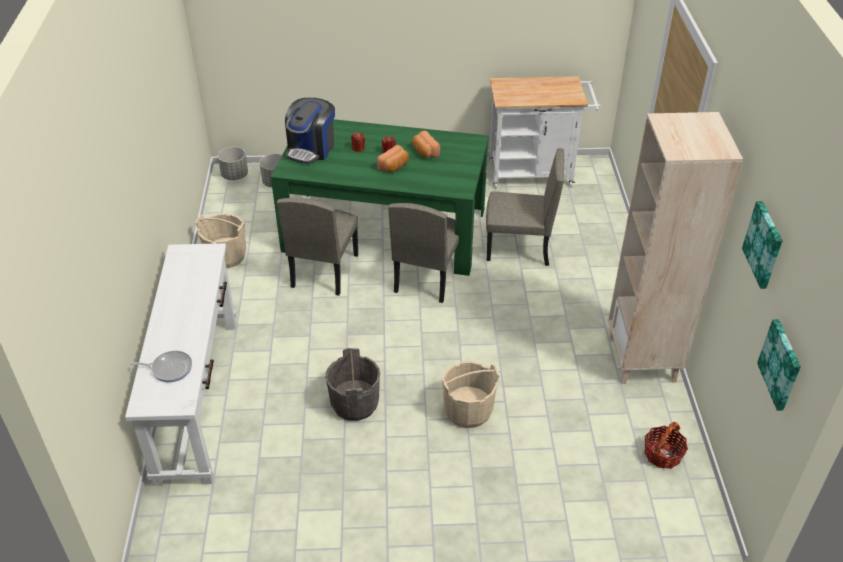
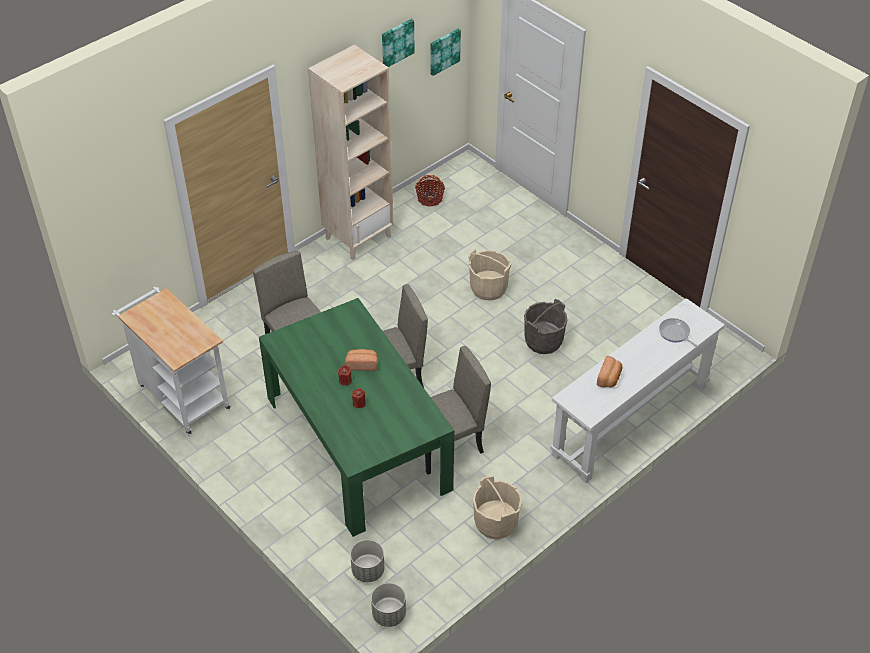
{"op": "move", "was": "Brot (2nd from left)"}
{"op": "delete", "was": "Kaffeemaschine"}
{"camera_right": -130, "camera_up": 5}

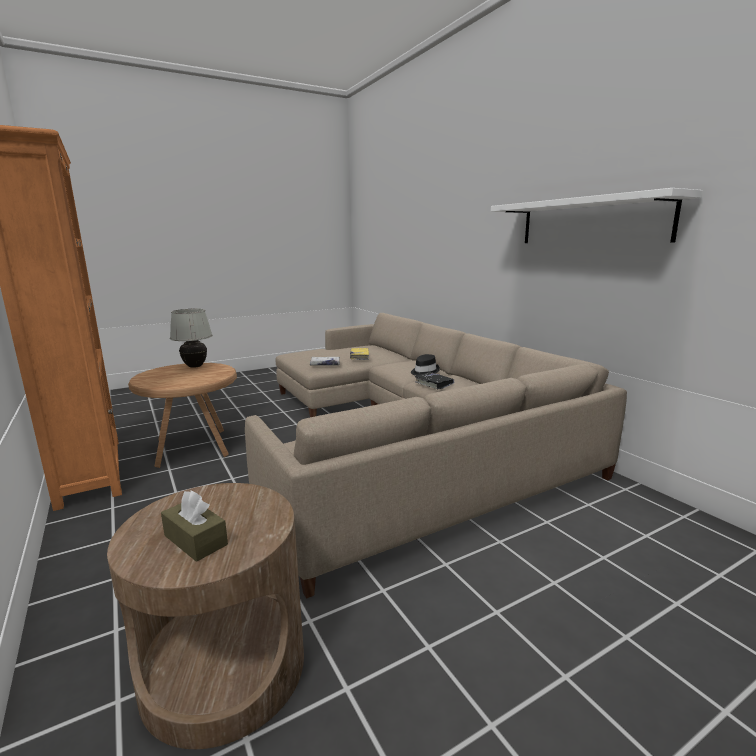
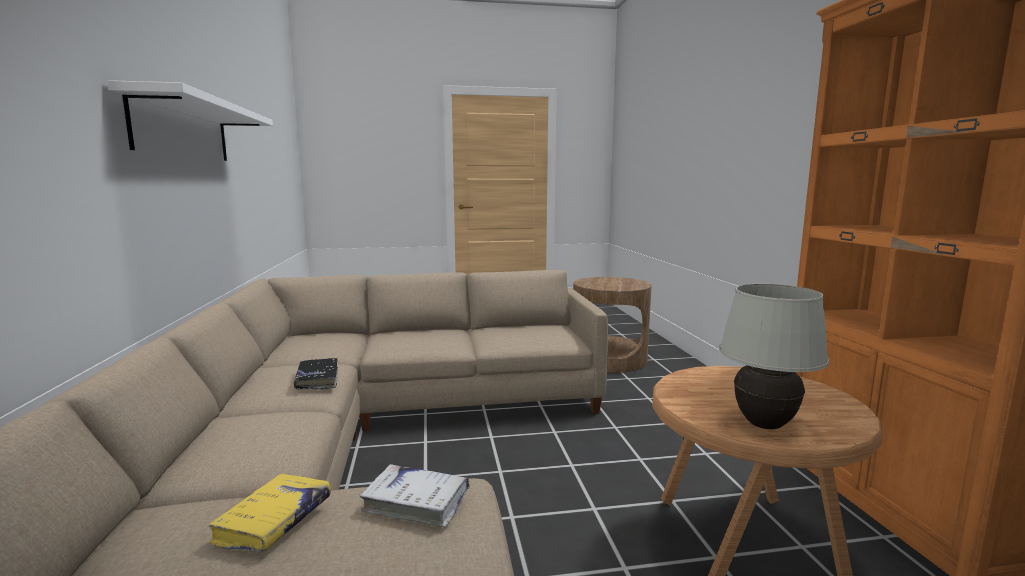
{"op": "delete", "was": "Taschentuchbox/braun"}
{"op": "delete", "was": "Hut/schwarz"}
{"camera_right": -160, "camera_up": -5}

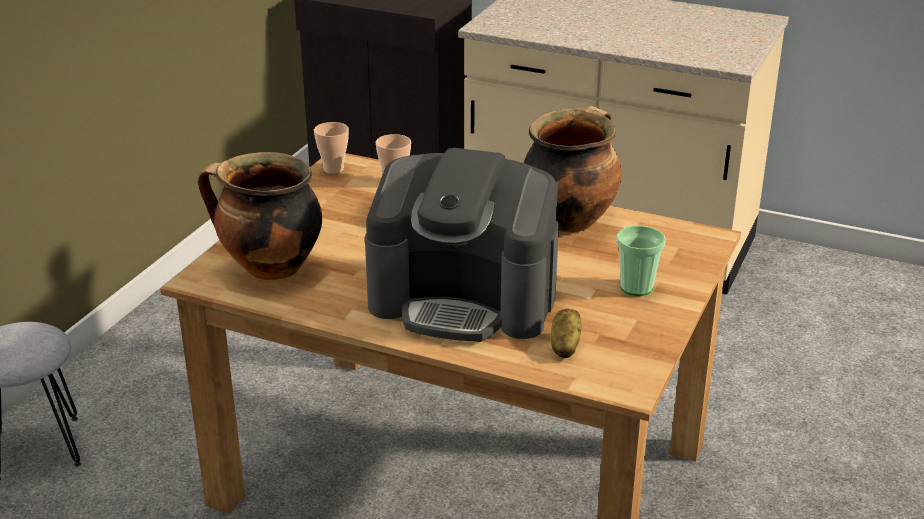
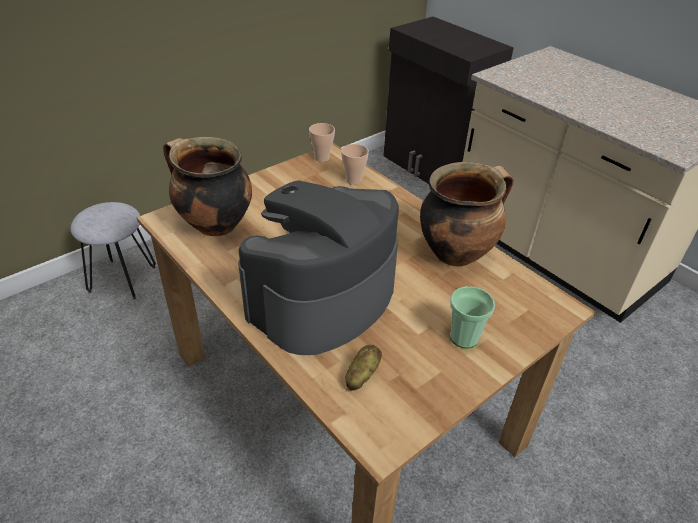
{"op": "rotate", "was": "Kaffeemaschine", "clockwise": 90}
{"camera_right": 25, "camera_up": 10}

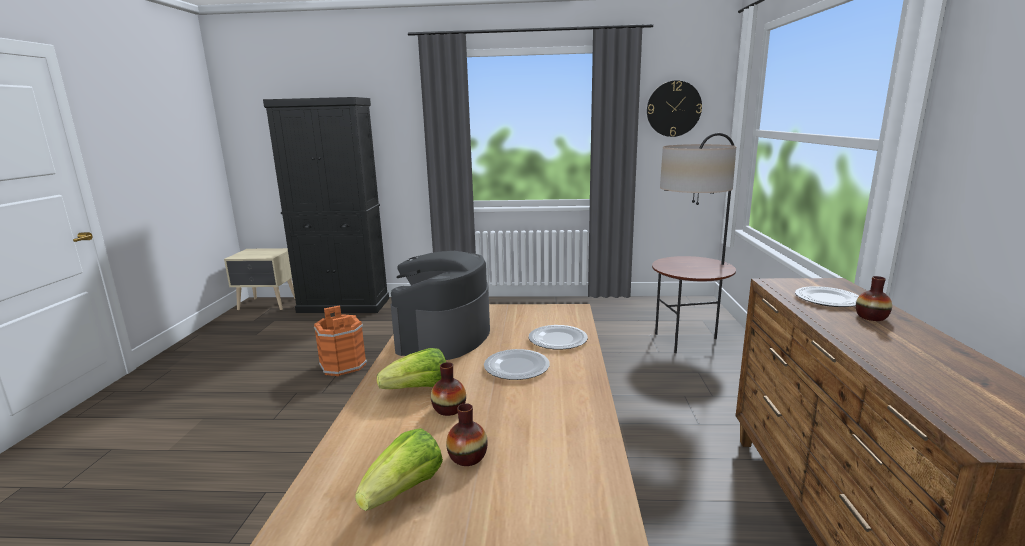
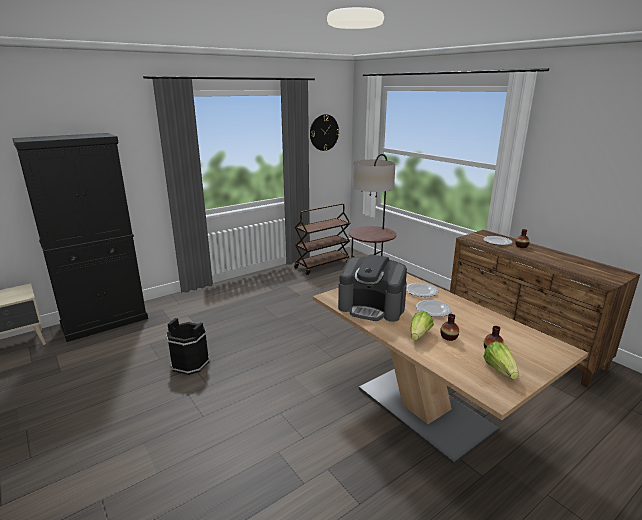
{"op": "recolor", "was": "Eimer/orange", "now": "Eimer/schwarz"}
{"op": "insert", "now": "Rollwagen/braun"}
{"op": "rotate", "was": "Kaffeemaschine", "clockwise": -45}
{"camera_right": -40, "camera_up": 5}

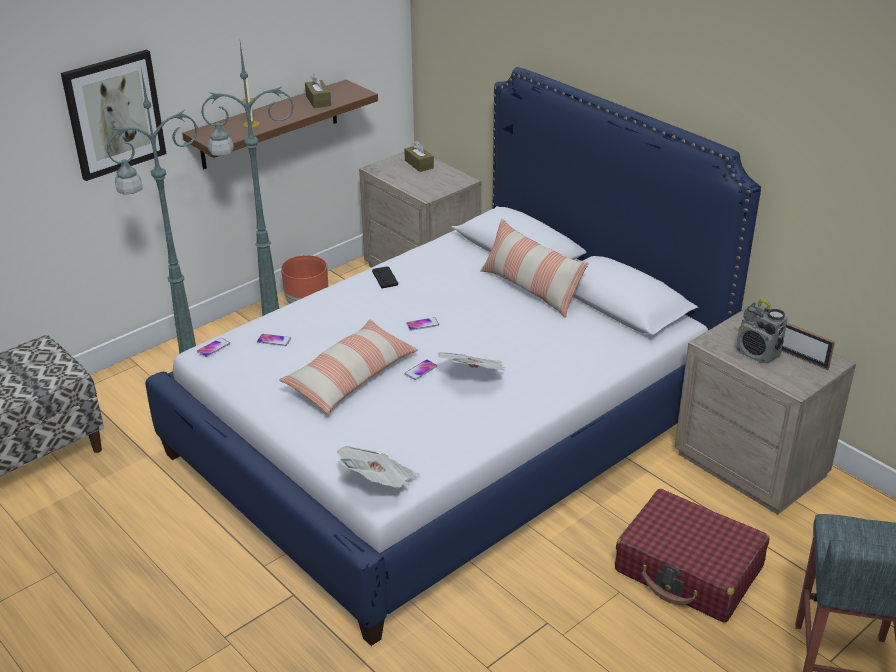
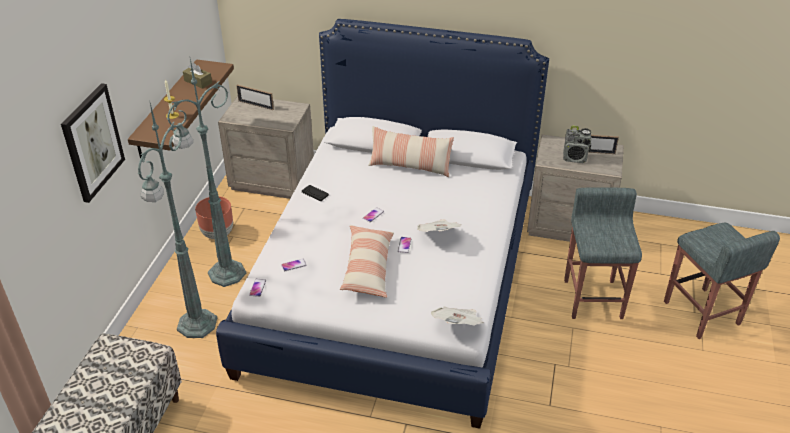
{"op": "replace", "was": "Taschentuchbox/braun (2nd from left)", "now": "Bilderrahmen (1st from left)"}
{"op": "replace", "was": "Koffer/rot", "now": "Hocker/grau (1st from left)"}
{"camera_right": -35, "camera_up": 5}

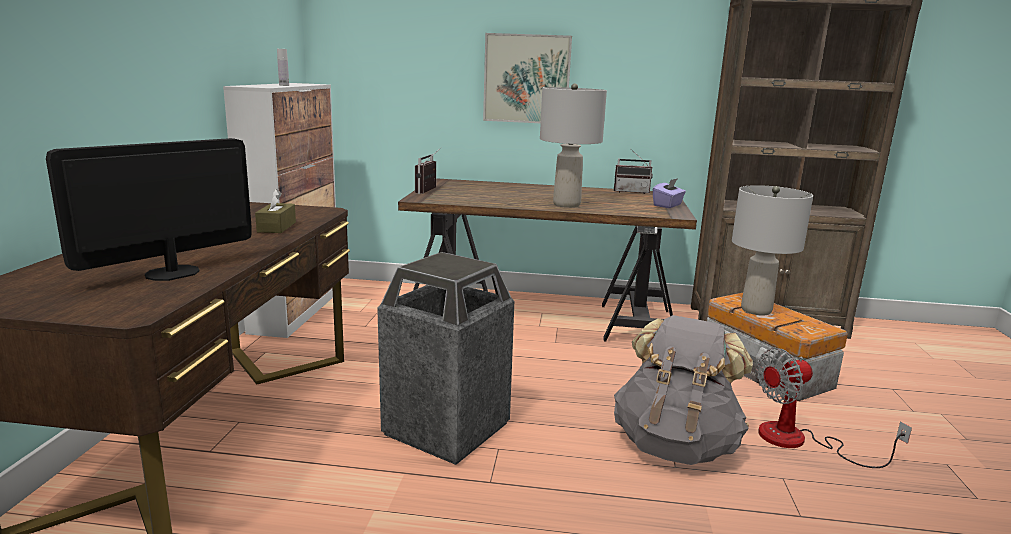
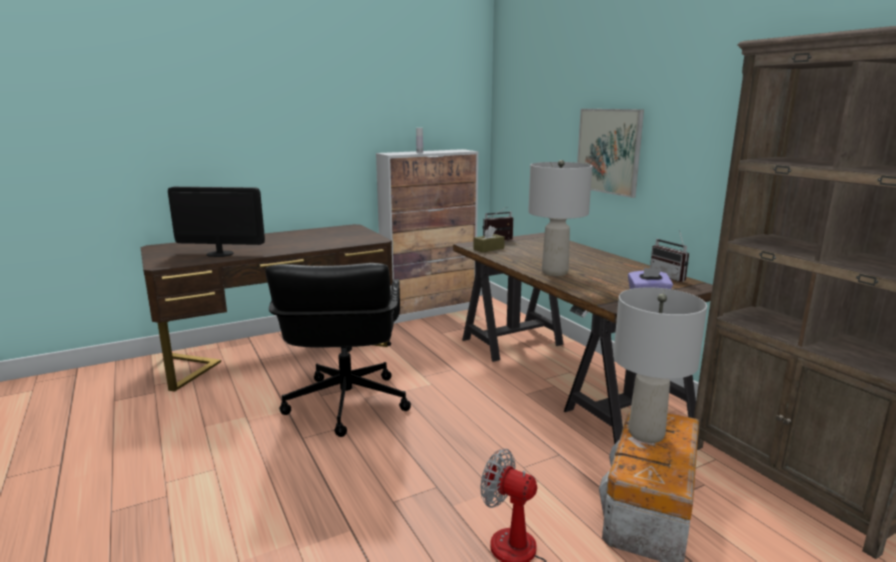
{"op": "replace", "was": "Mülleimer", "now": "Bürostuhl/schwarz"}
{"op": "move", "was": "Taschentuchbox/braun"}
{"op": "delete", "was": "Rucksack/grau"}
{"camera_right": 55, "camera_up": 0}

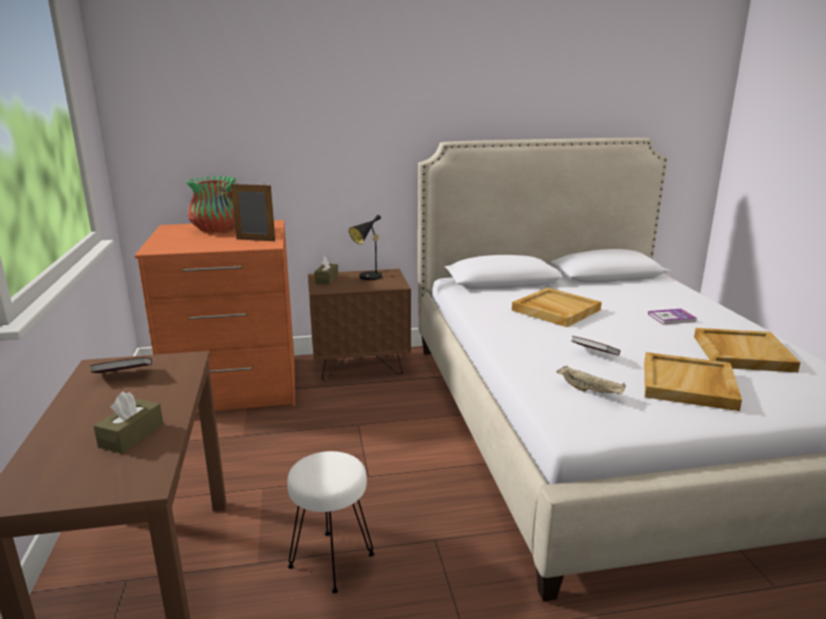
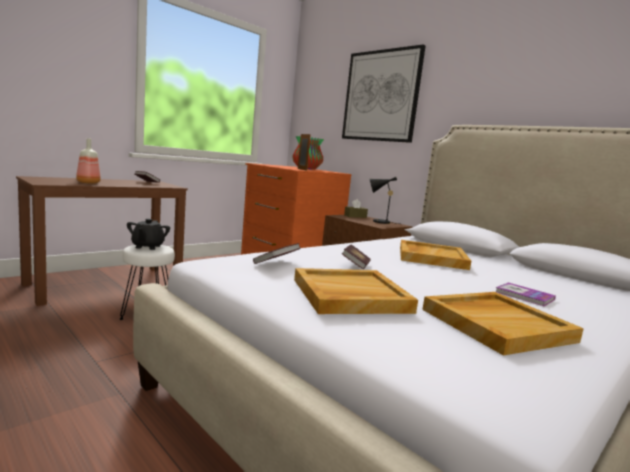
{"op": "replace", "was": "Taschentuchbox/braun (1st from left)", "now": "Flasche"}
{"op": "insert", "now": "Teekanne/schwarz"}
{"op": "replace", "was": "Tablett/beige (2nd from left)", "now": "Buch (2nd from left)"}
{"op": "insert", "now": "Bild"}
{"camera_right": 55, "camera_up": -10}

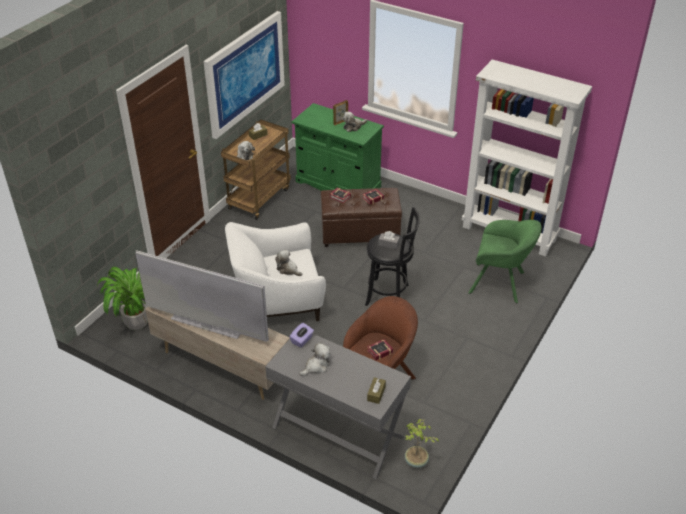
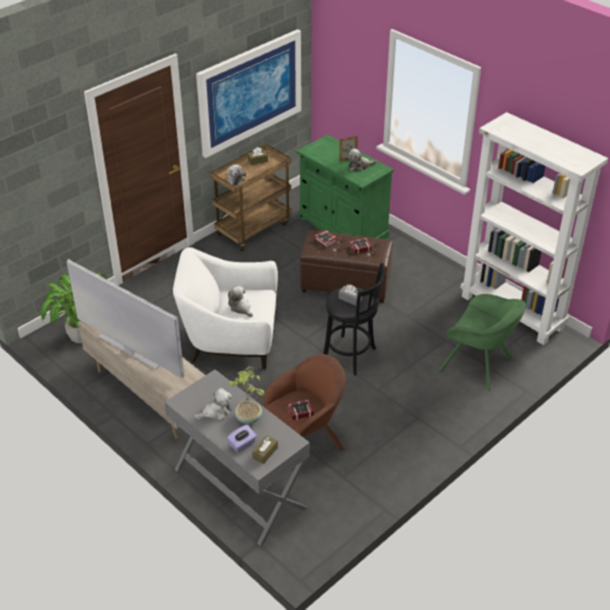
{"op": "move", "was": "Taschentuchbox/lila"}
{"op": "move", "was": "Topfpflanze (2nd from left)"}
{"camera_right": 15, "camera_up": 0}

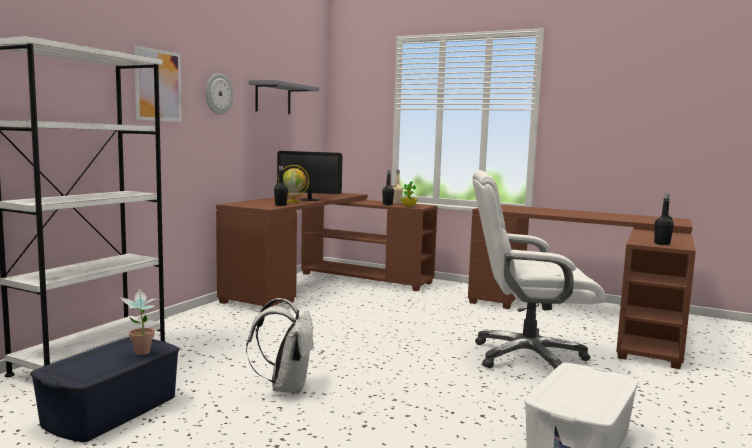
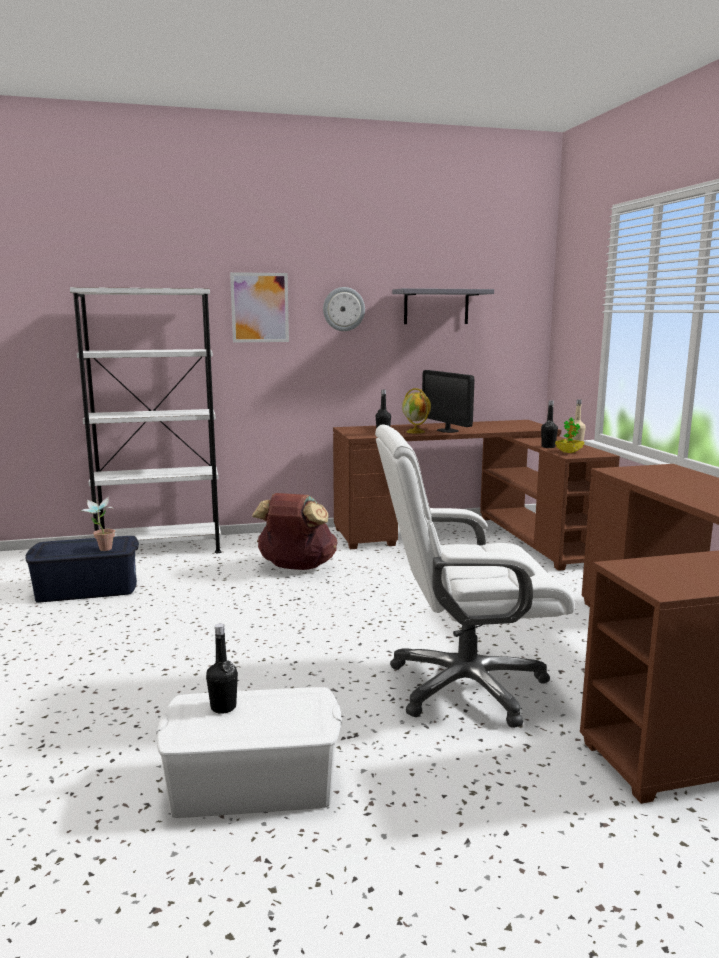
{"op": "move", "was": "Flasche/schwarz (3rd from left in the first image)", "now": "Flasche/schwarz (1st from left)"}
{"op": "insert", "now": "Rucksack/braun"}
{"op": "rotate", "was": "Bürostuhl/weiß", "clockwise": -60}
{"op": "delete", "was": "Rucksack/weiß"}
{"camera_right": 50, "camera_up": 5}

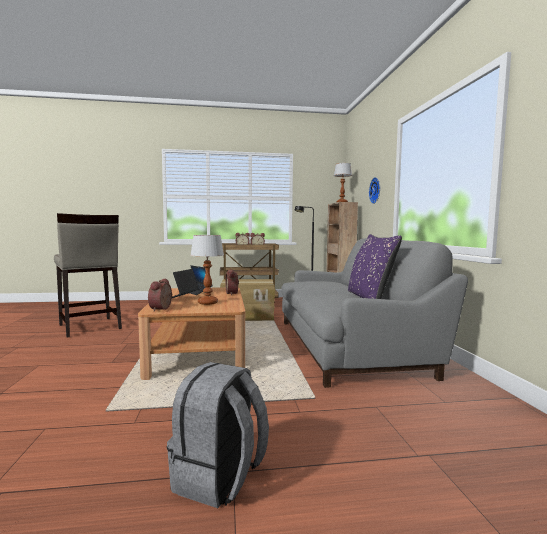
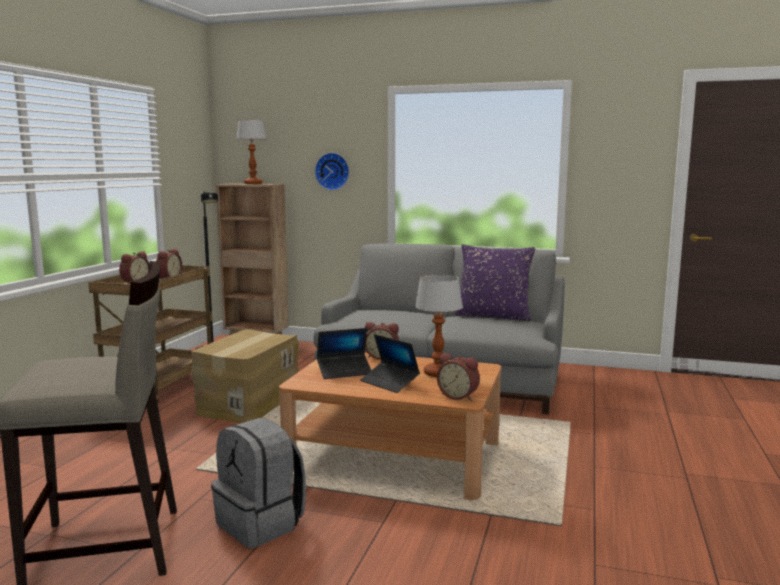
{"op": "move", "was": "Rucksack/grau"}
{"camera_right": -65, "camera_up": 5}

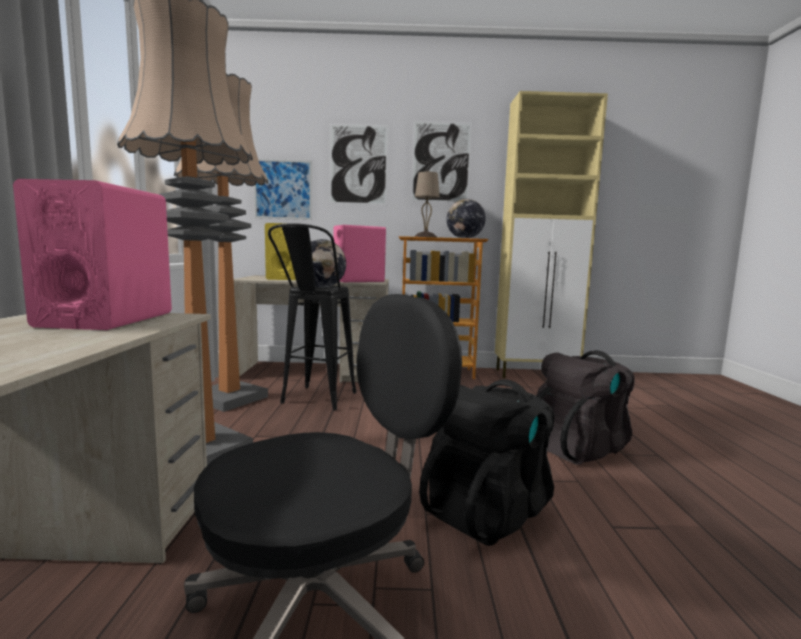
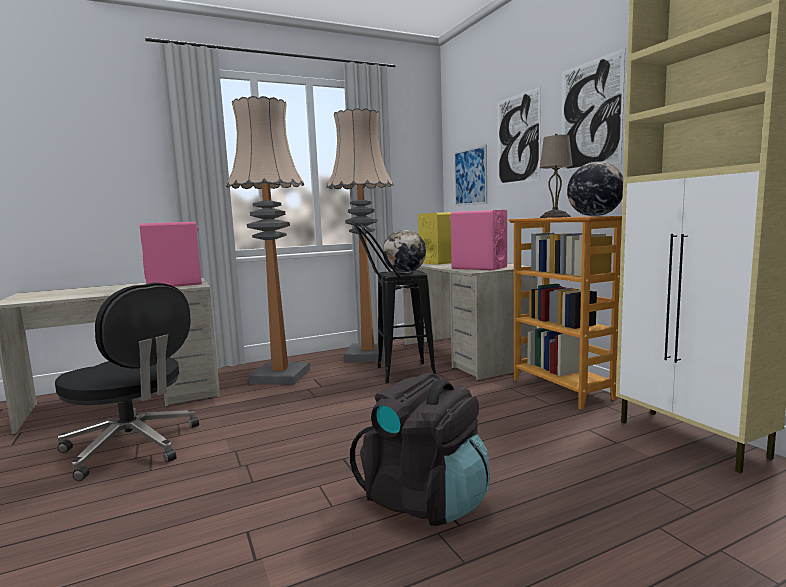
{"op": "delete", "was": "Rucksack/schwarz (1st from left)"}
{"camera_right": 65, "camera_up": 0}

